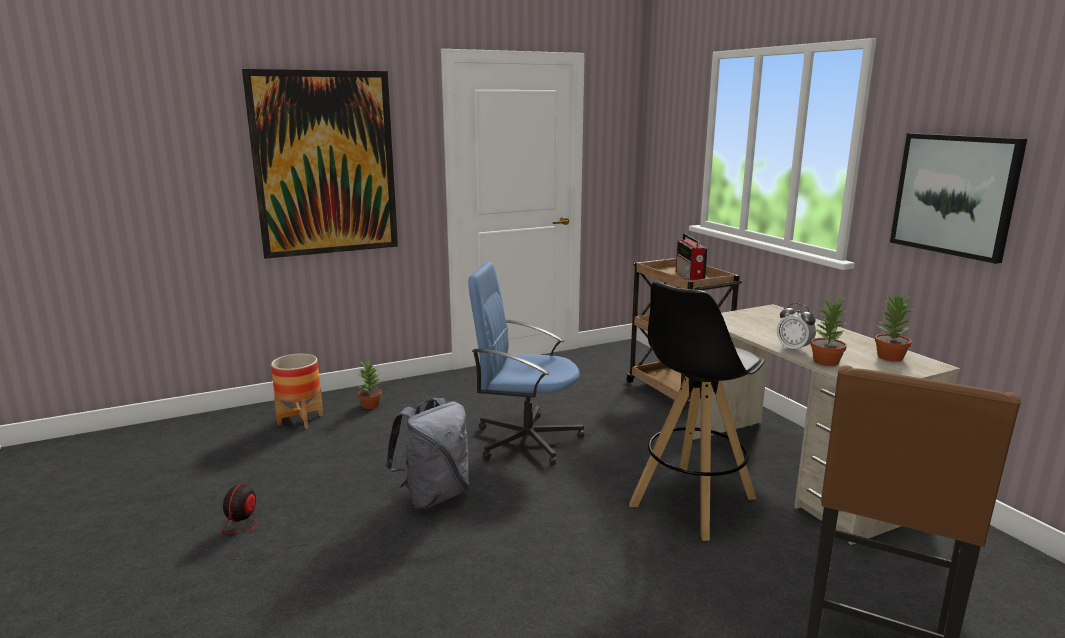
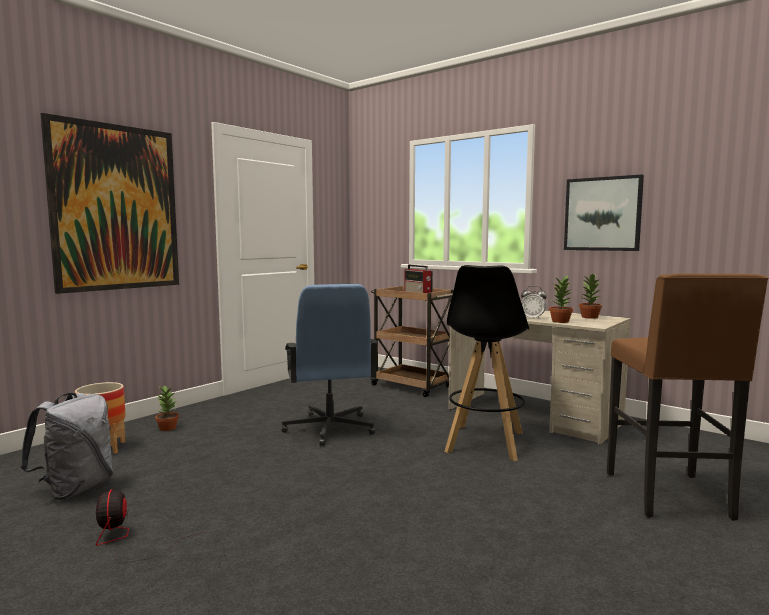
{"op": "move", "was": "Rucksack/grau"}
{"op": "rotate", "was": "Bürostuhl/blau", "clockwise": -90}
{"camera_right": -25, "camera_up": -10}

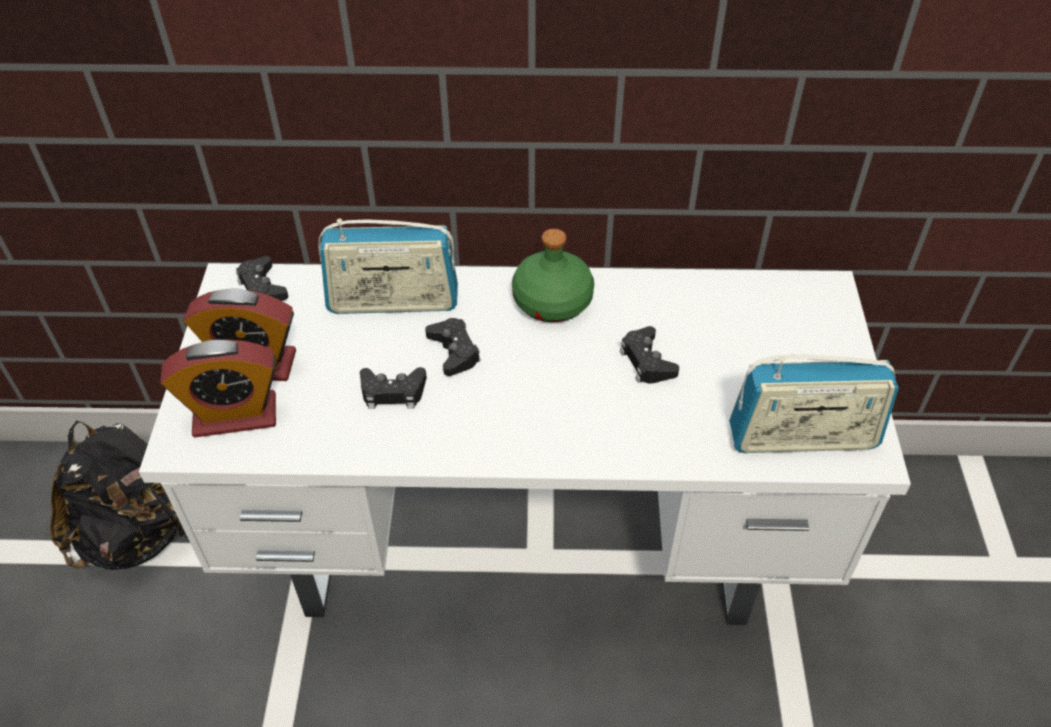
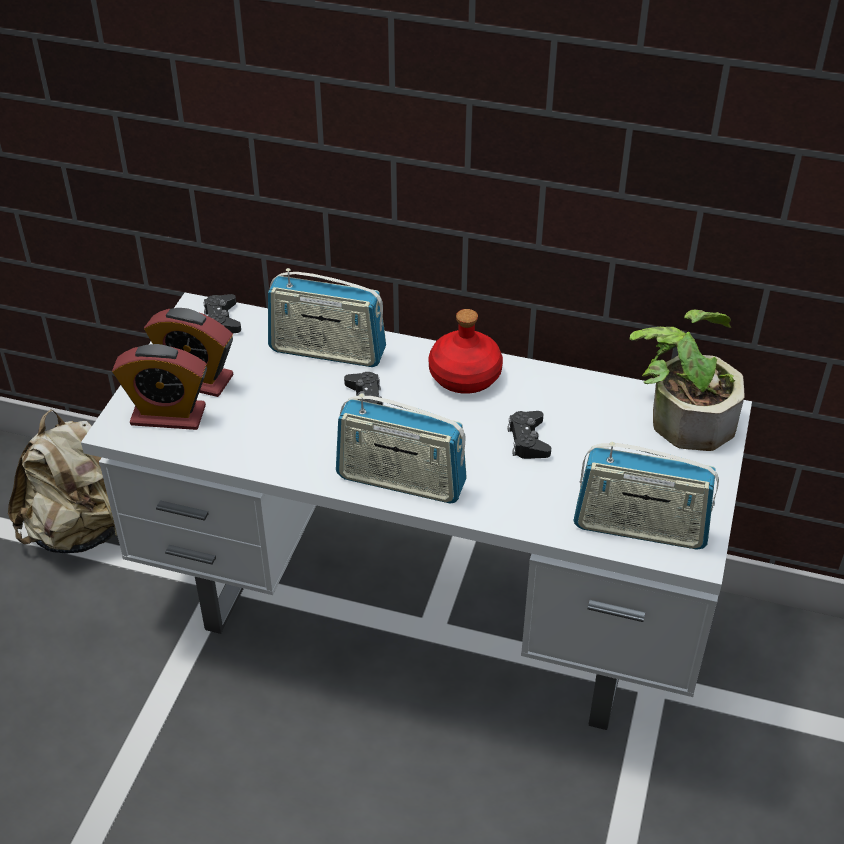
{"op": "recolor", "was": "Rucksack/schwarz", "now": "Rucksack/beige"}
{"op": "insert", "now": "Radio (2nd from left)"}
{"op": "recolor", "was": "Flasche/grün", "now": "Flasche/rot"}
{"op": "insert", "now": "Topfpflanze"}
{"op": "delete", "was": "Gamepad/schwarz (2nd from left)"}
{"camera_right": 15, "camera_up": -5}

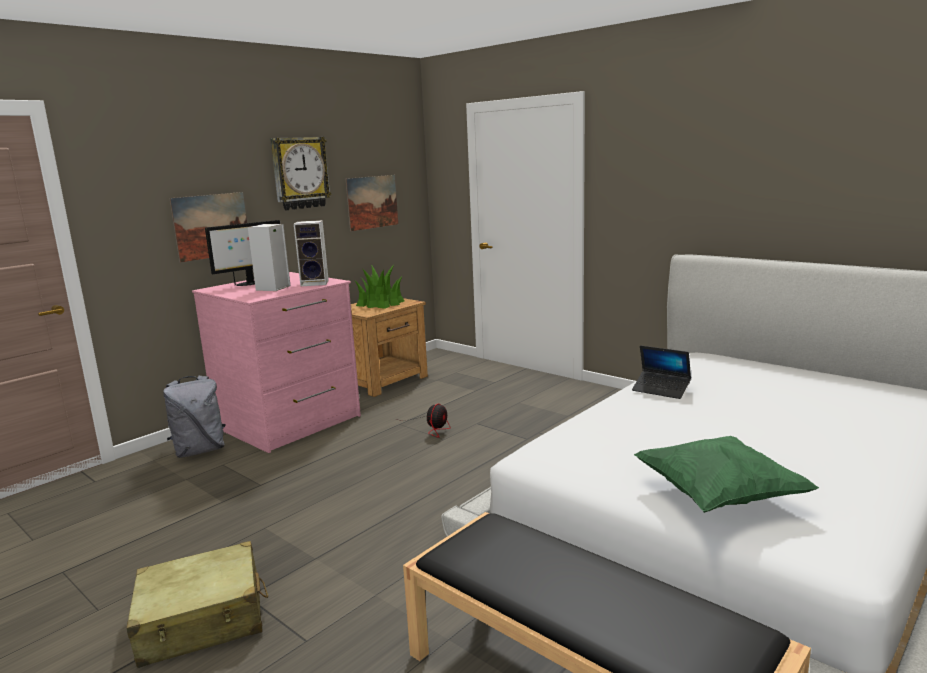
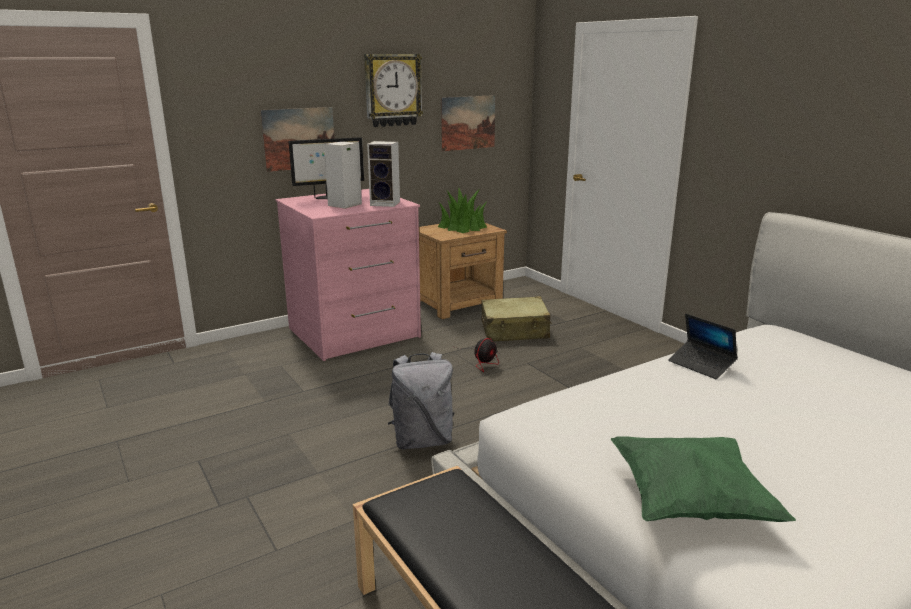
{"op": "move", "was": "Rucksack/grau"}
{"op": "move", "was": "Koffer/beige"}
{"camera_right": 15, "camera_up": 5}

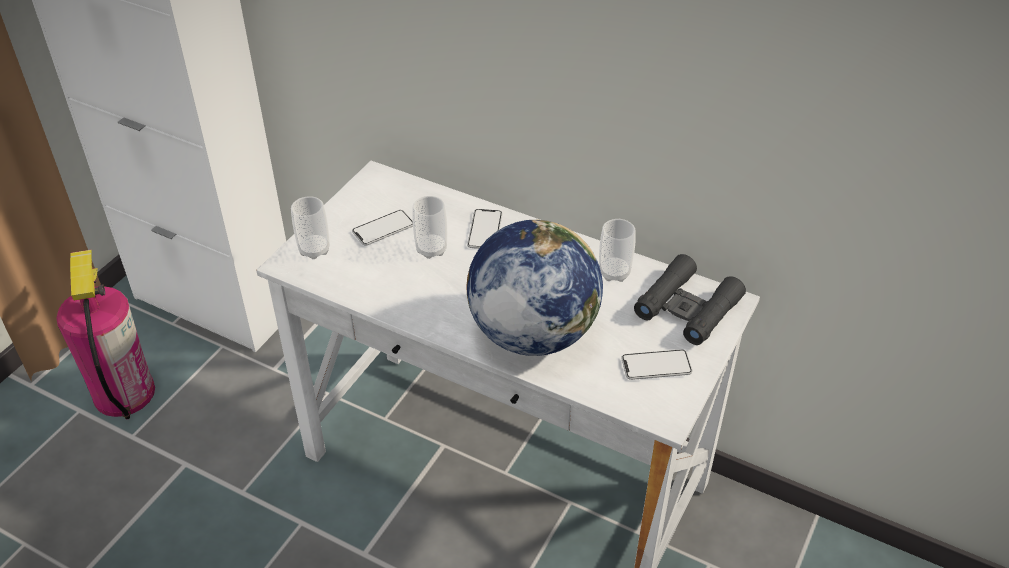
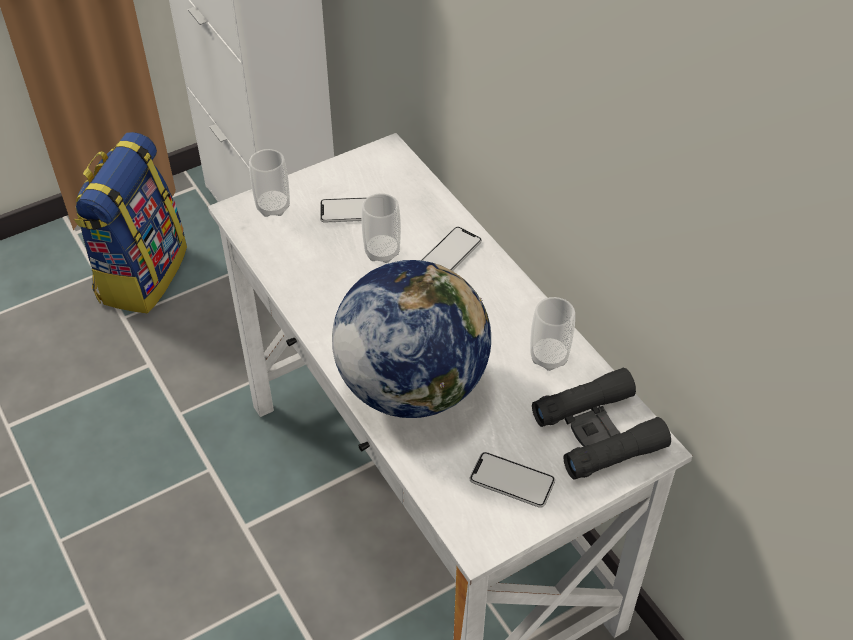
{"op": "replace", "was": "Feuerlöscher", "now": "Rucksack"}
{"camera_right": 30, "camera_up": 5}

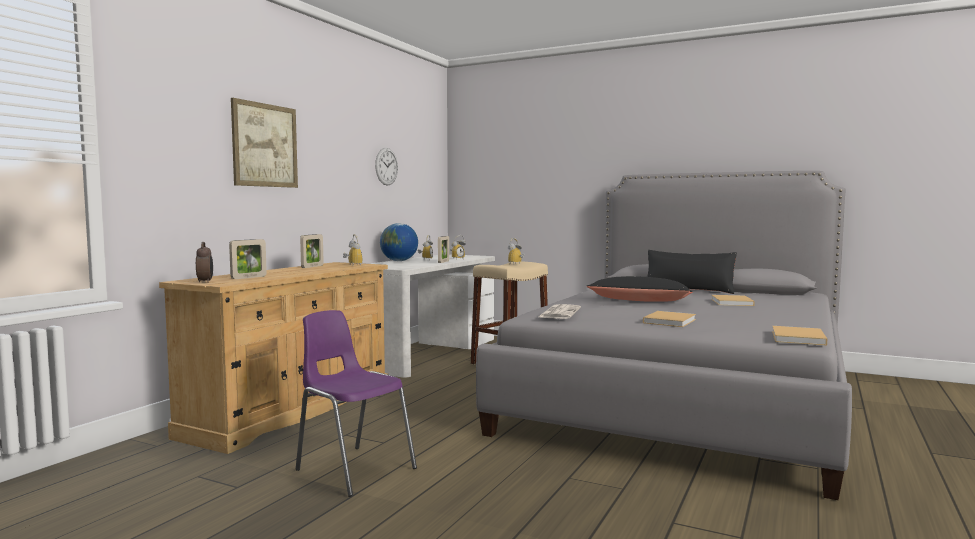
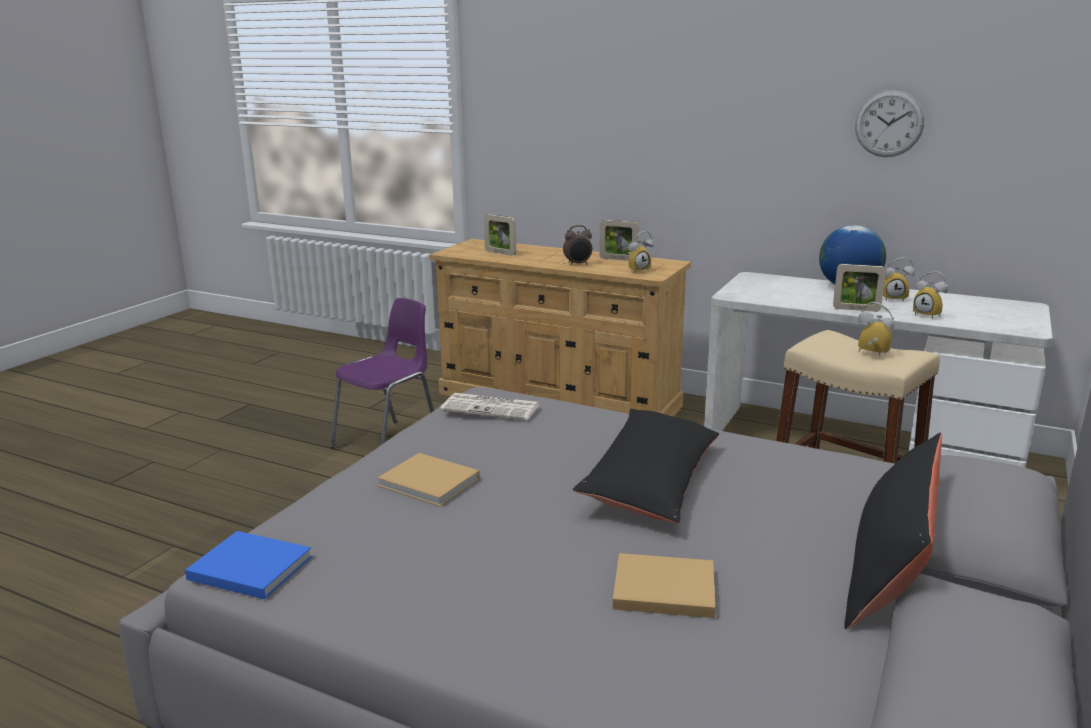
{"op": "recolor", "was": "Buch/beige (3rd from left)", "now": "Buch/blau"}
{"op": "move", "was": "Wecker (1st from left)"}
{"op": "delete", "was": "Bild"}
{"camera_right": 90, "camera_up": 15}

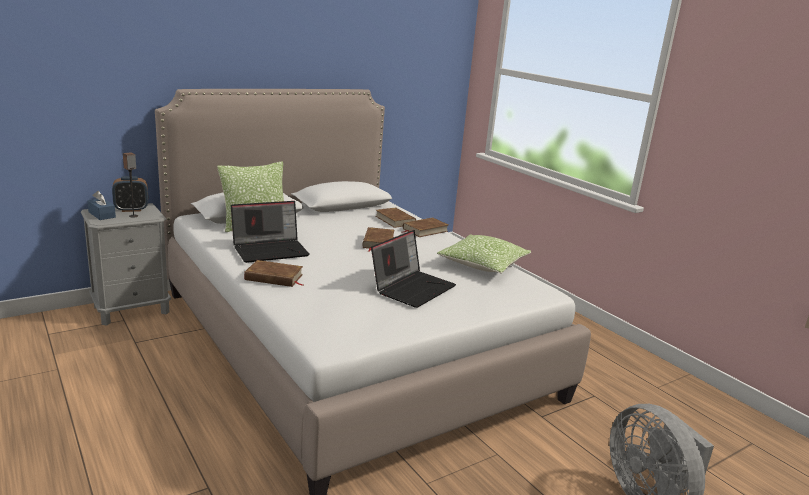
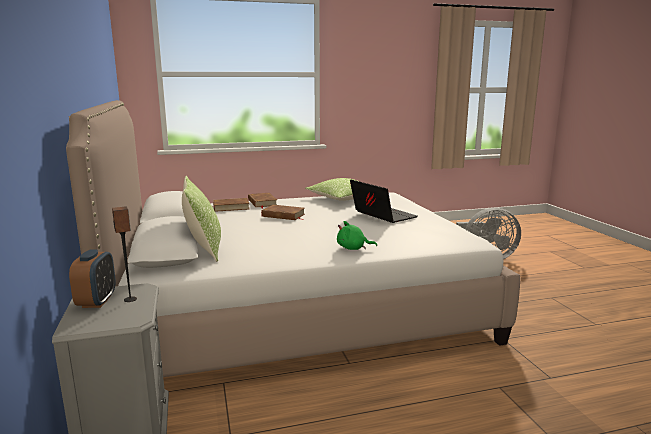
{"op": "replace", "was": "Buch/braun (1st from left)", "now": "Plüschtier/grün"}
{"op": "delete", "was": "Taschentuchbox/blau"}
{"op": "delete", "was": "Laptop (1st from left)"}
{"camera_right": -70, "camera_up": -5}

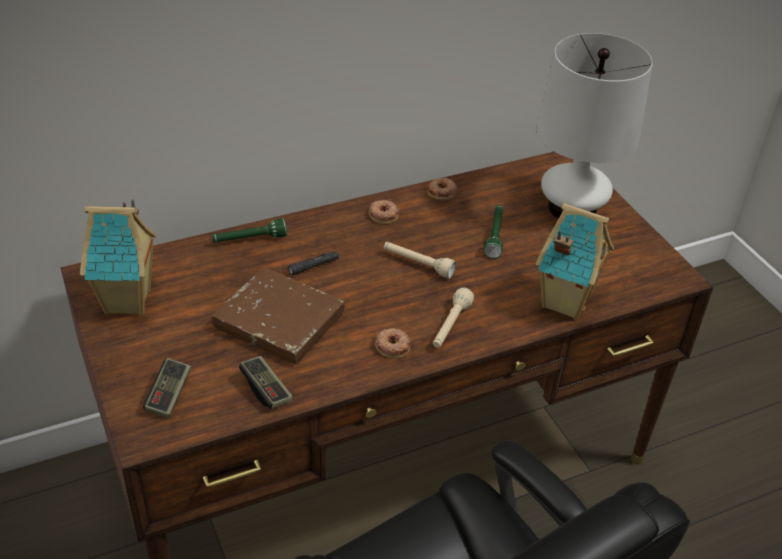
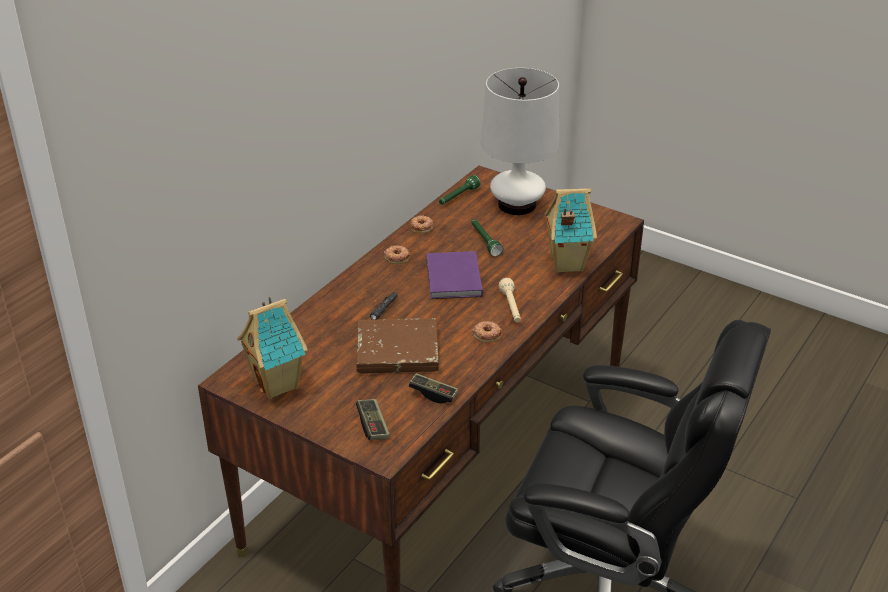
{"op": "replace", "was": "Taschenlampe/beige (1st from left)", "now": "Buch/lila"}
{"op": "move", "was": "Taschenlampe/grün (1st from left)"}
{"camera_right": -30, "camera_up": -5}

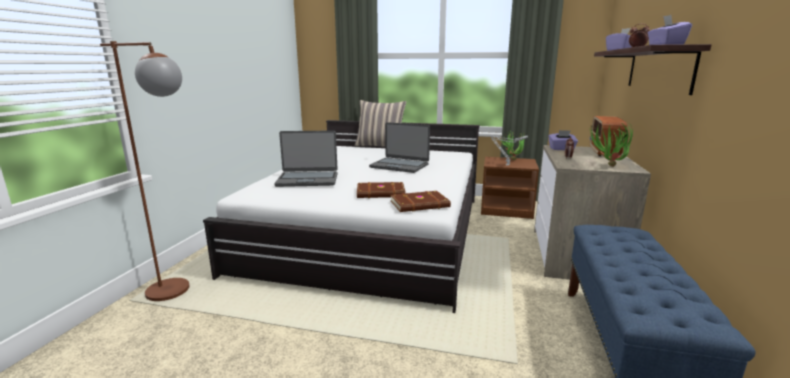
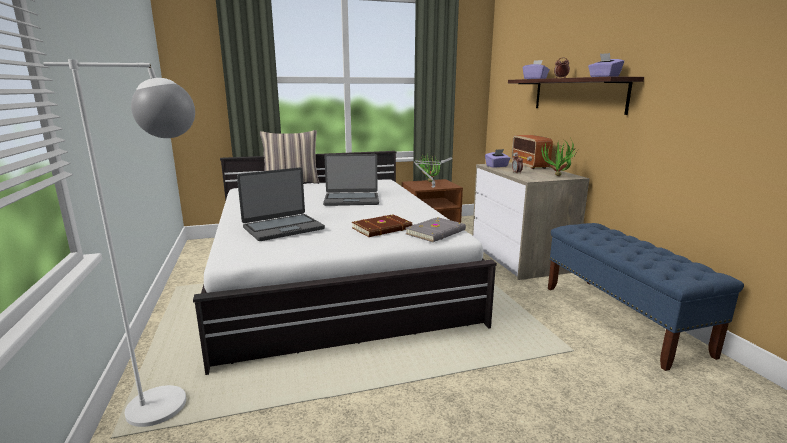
{"op": "recolor", "was": "Stehlampe/braun", "now": "Stehlampe/weiß"}
{"op": "recolor", "was": "Buch/braun (2nd from left)", "now": "Buch/grau"}
{"camera_right": -30, "camera_up": 0}

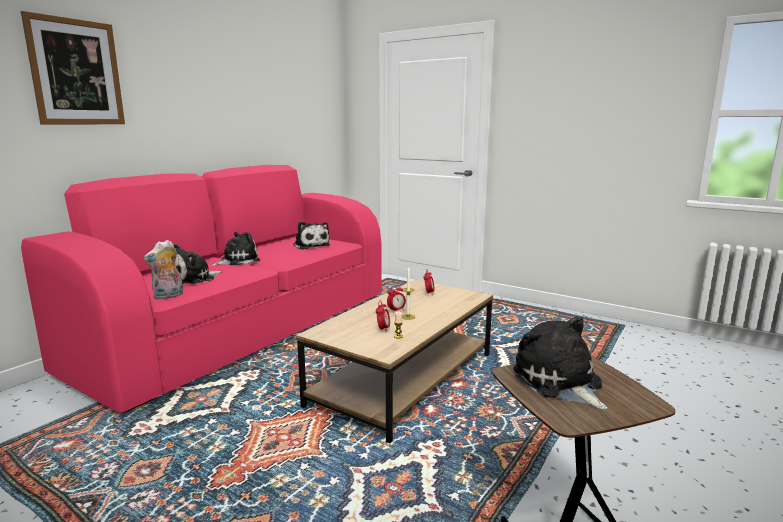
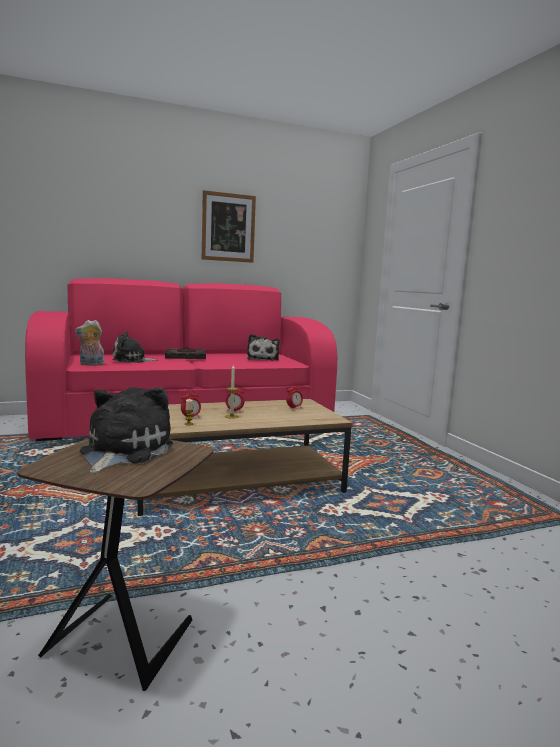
{"op": "replace", "was": "Plüschtier (3rd from left)", "now": "Buch/schwarz"}
{"op": "move", "was": "Bild"}
{"camera_right": 35, "camera_up": -5}

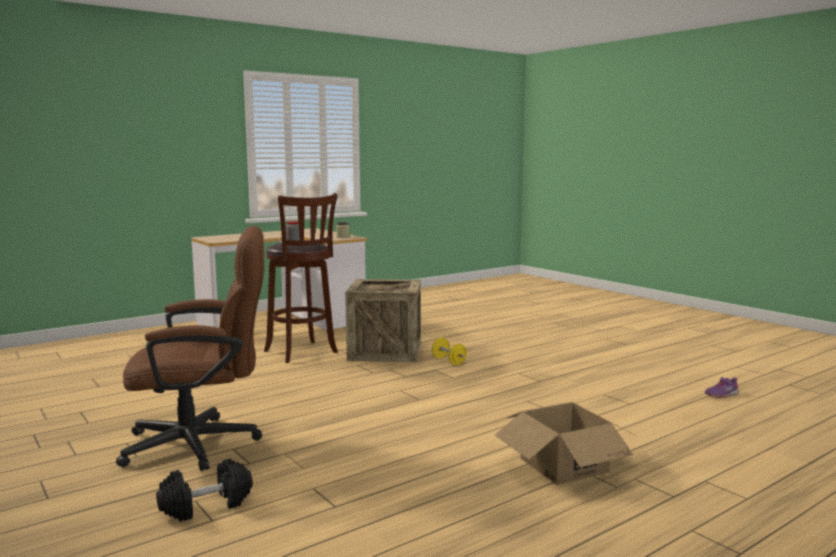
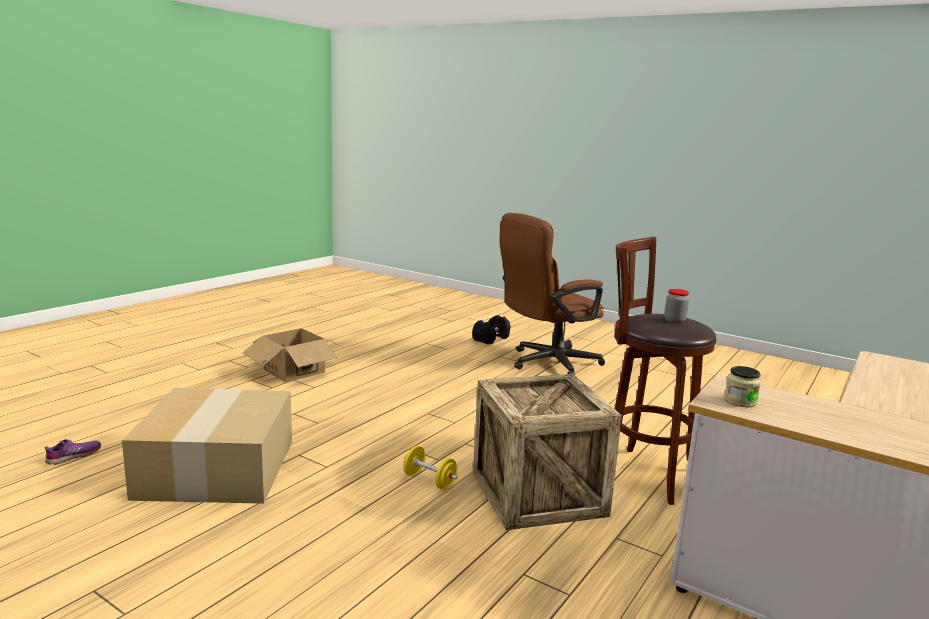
{"op": "insert", "now": "Karton (1st from left)"}
{"camera_right": 160, "camera_up": 5}

